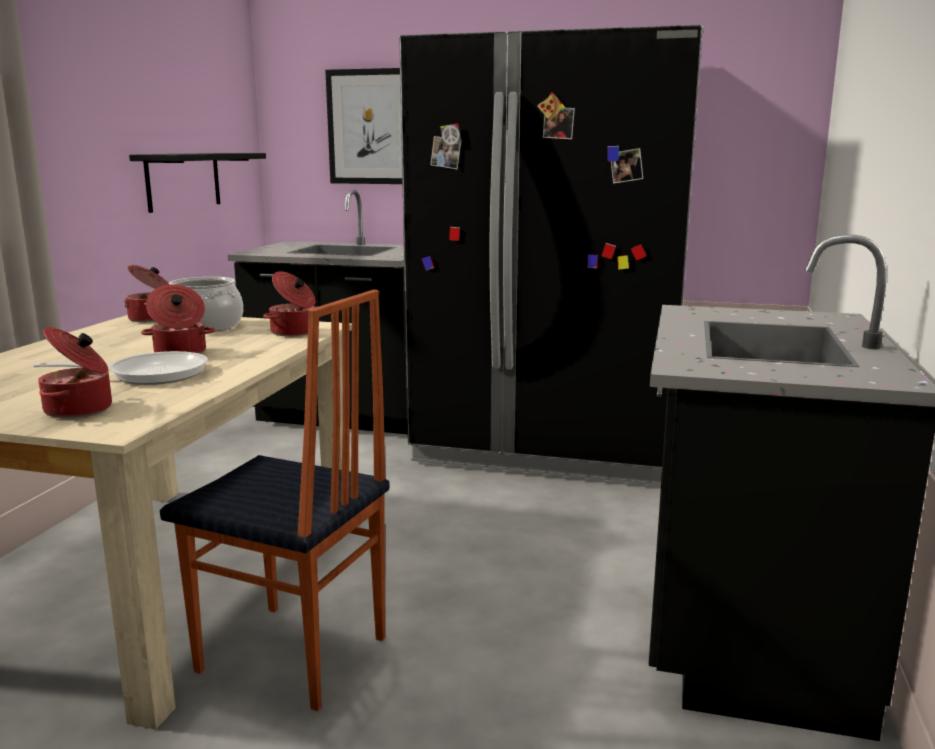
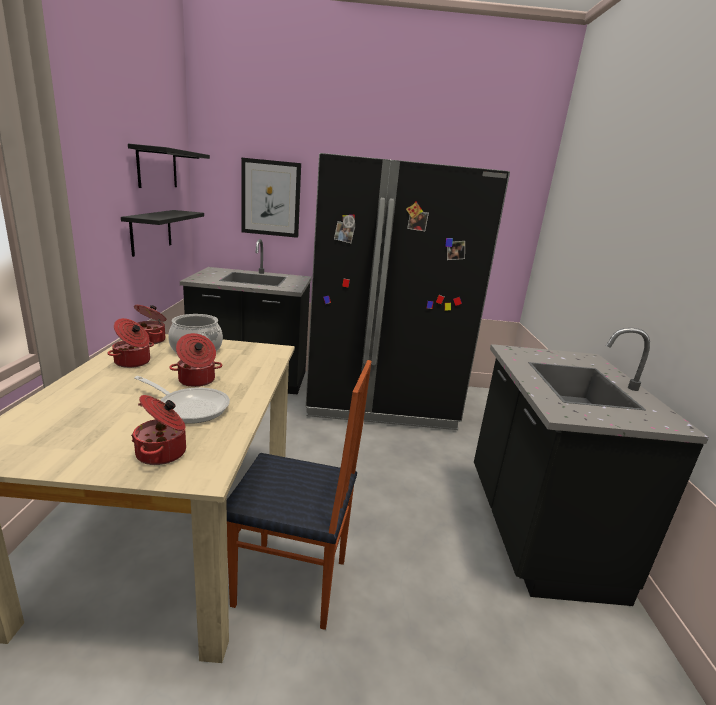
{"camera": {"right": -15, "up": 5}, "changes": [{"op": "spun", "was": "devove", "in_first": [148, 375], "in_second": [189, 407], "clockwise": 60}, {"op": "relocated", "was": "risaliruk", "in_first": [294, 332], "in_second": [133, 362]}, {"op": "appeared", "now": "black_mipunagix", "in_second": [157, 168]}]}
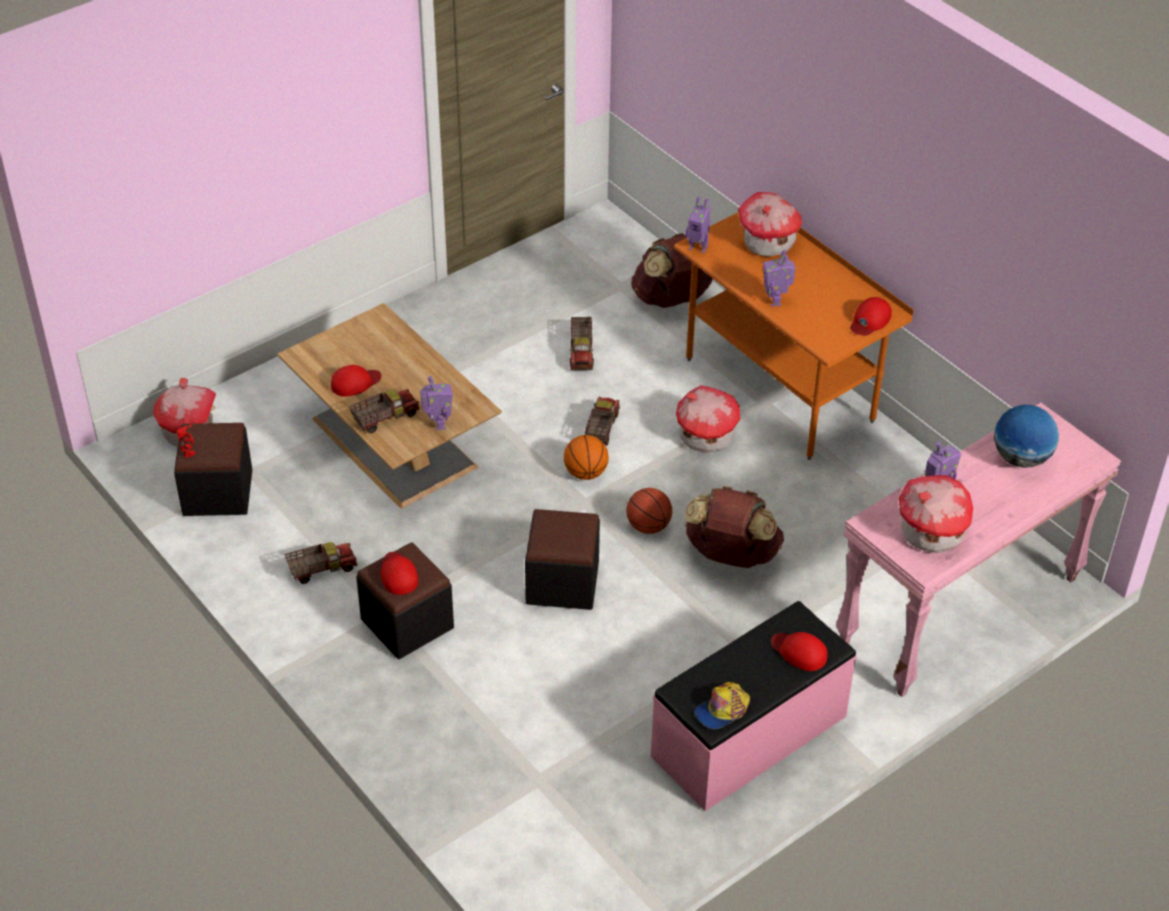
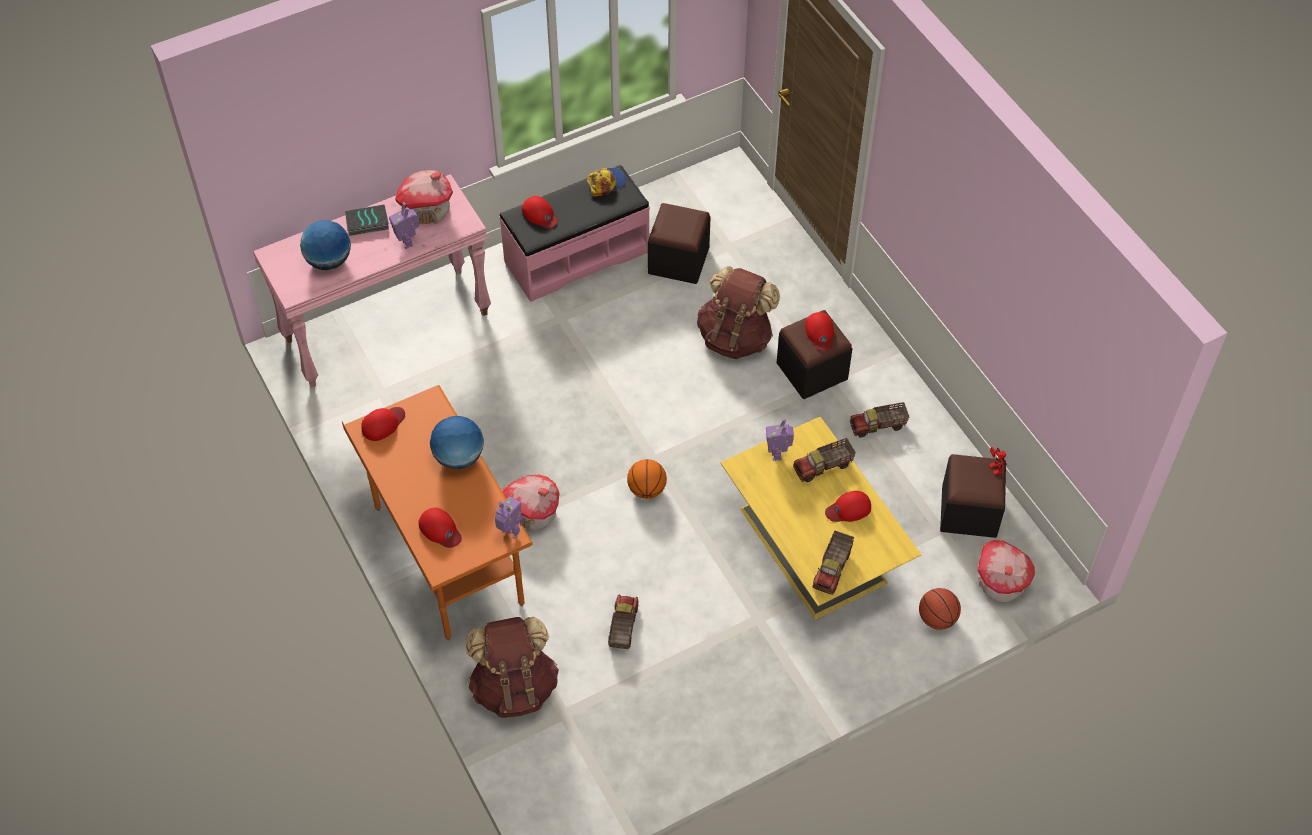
{"camera": {"right": -170, "up": 10}, "changes": [{"op": "colour", "was": "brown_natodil", "now": "yellow_natodil", "in_first": [391, 440], "in_second": [815, 547]}, {"op": "relocated", "was": "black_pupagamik", "in_first": [562, 583], "in_second": [678, 260]}, {"op": "relocated", "was": "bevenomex", "in_first": [601, 429], "in_second": [833, 569]}, {"op": "relocated", "was": "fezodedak", "in_first": [648, 526], "in_second": [937, 618]}, {"op": "relocated", "was": "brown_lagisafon", "in_first": [731, 556], "in_second": [735, 337]}, {"op": "exchanged", "was": "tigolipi", "now": "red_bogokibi", "in_first": [768, 242], "in_second": [440, 529]}, {"op": "exchanged", "was": "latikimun", "now": "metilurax", "in_first": [776, 300], "in_second": [458, 457]}, {"op": "appeared", "now": "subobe", "in_second": [367, 223]}]}
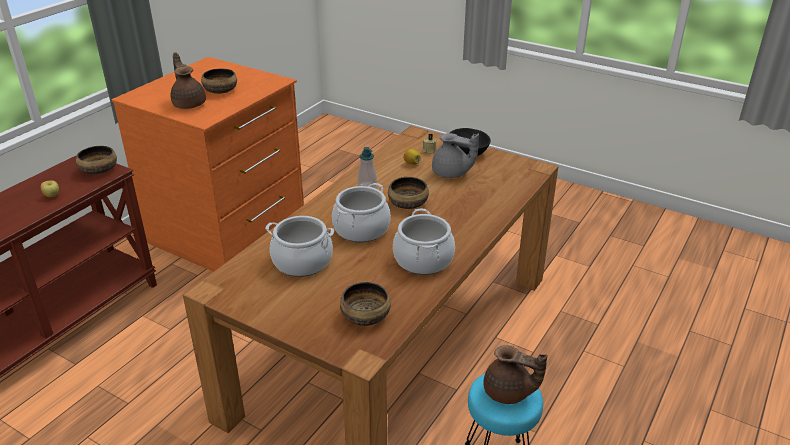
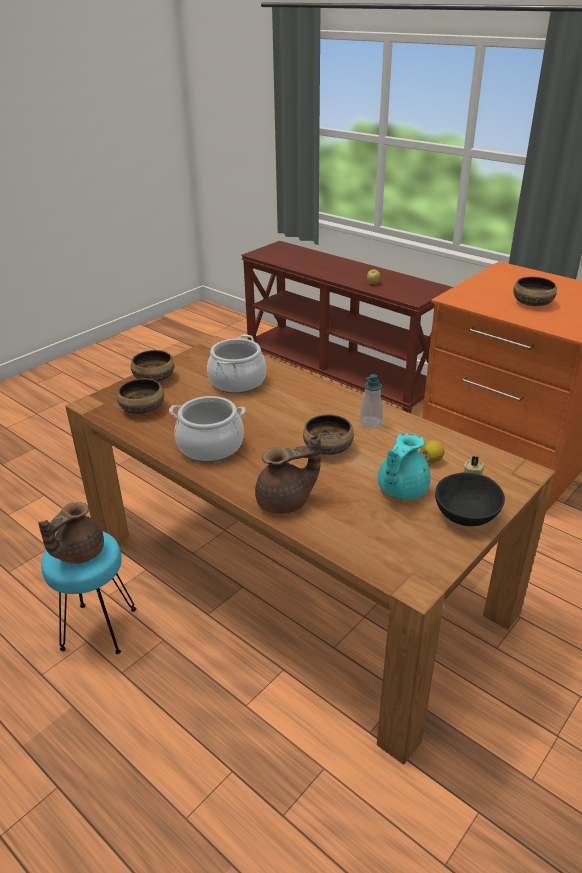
{"camera": {"right": 100, "up": 0}, "changes": [{"op": "relocated", "was": "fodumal", "in_first": [98, 170], "in_second": [154, 377]}, {"op": "relocated", "was": "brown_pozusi", "in_first": [189, 103], "in_second": [286, 502]}, {"op": "missing", "was": "risaliruk", "in_first": [361, 229]}, {"op": "colour", "was": "grey_pozusi", "now": "turquoise_pozusi", "in_first": [451, 173], "in_second": [400, 490]}]}
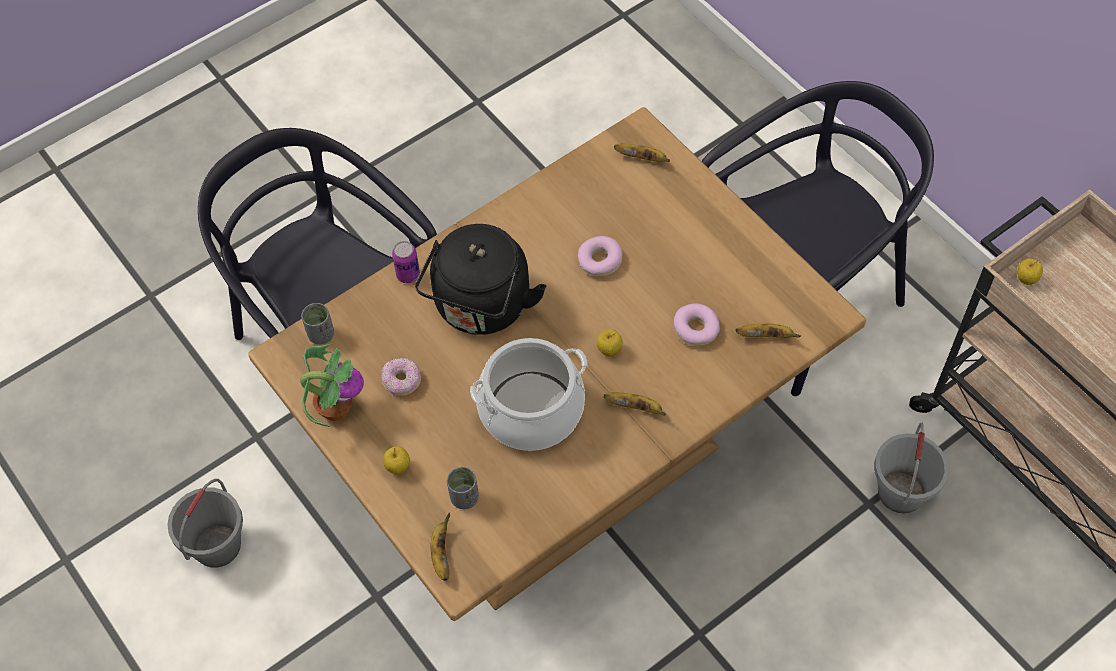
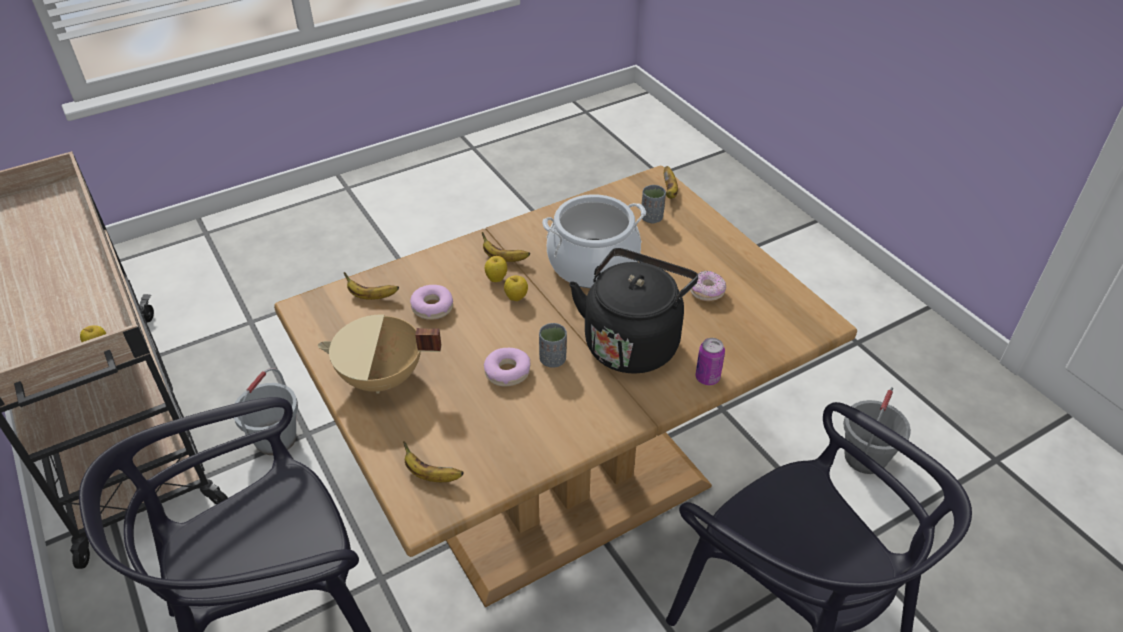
{"camera": {"right": -175, "up": -15}, "changes": [{"op": "missing", "was": "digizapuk", "in_first": [334, 408]}, {"op": "relocated", "was": "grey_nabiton", "in_first": [321, 334], "in_second": [553, 360]}, {"op": "relocated", "was": "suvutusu", "in_first": [398, 467], "in_second": [496, 279]}, {"op": "appeared", "now": "beige_risaliruk", "in_second": [382, 379]}]}
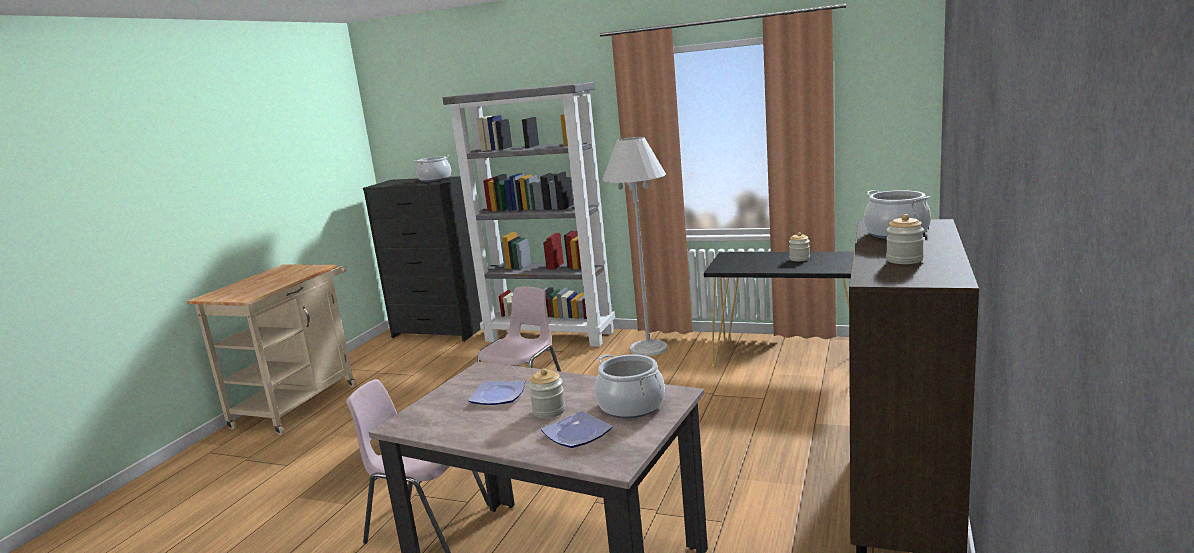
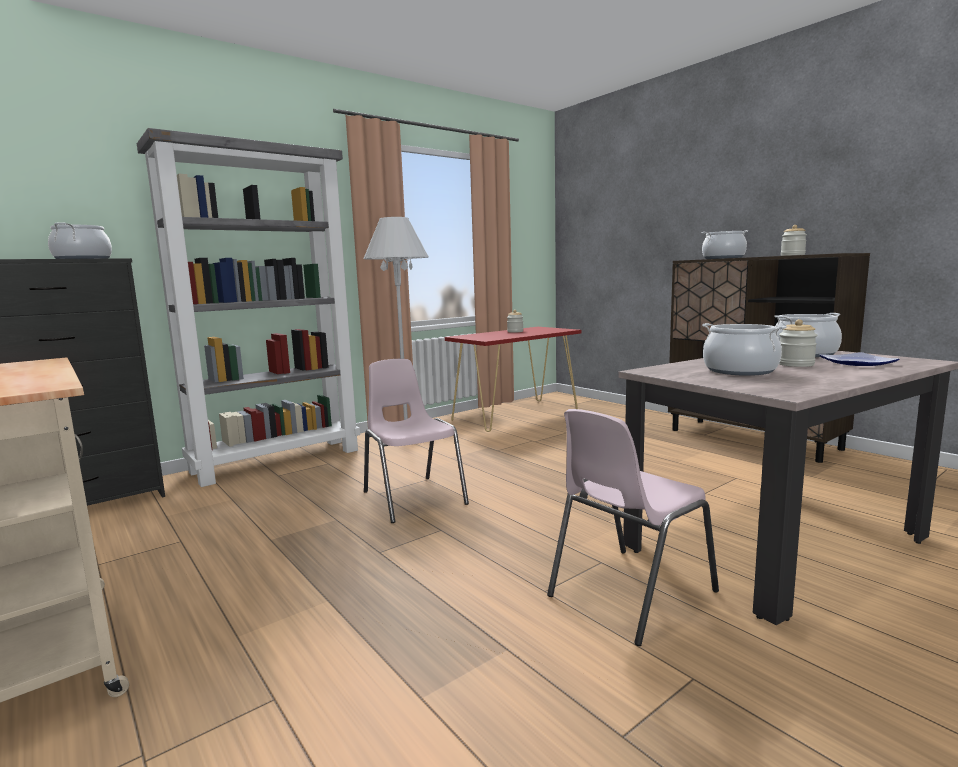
{"camera": {"right": -60, "up": -5}, "changes": [{"op": "exchanged", "was": "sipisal", "now": "risaliruk", "in_first": [498, 396], "in_second": [740, 370]}, {"op": "colour", "was": "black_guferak", "now": "red_guferak", "in_first": [791, 357], "in_second": [516, 414]}]}
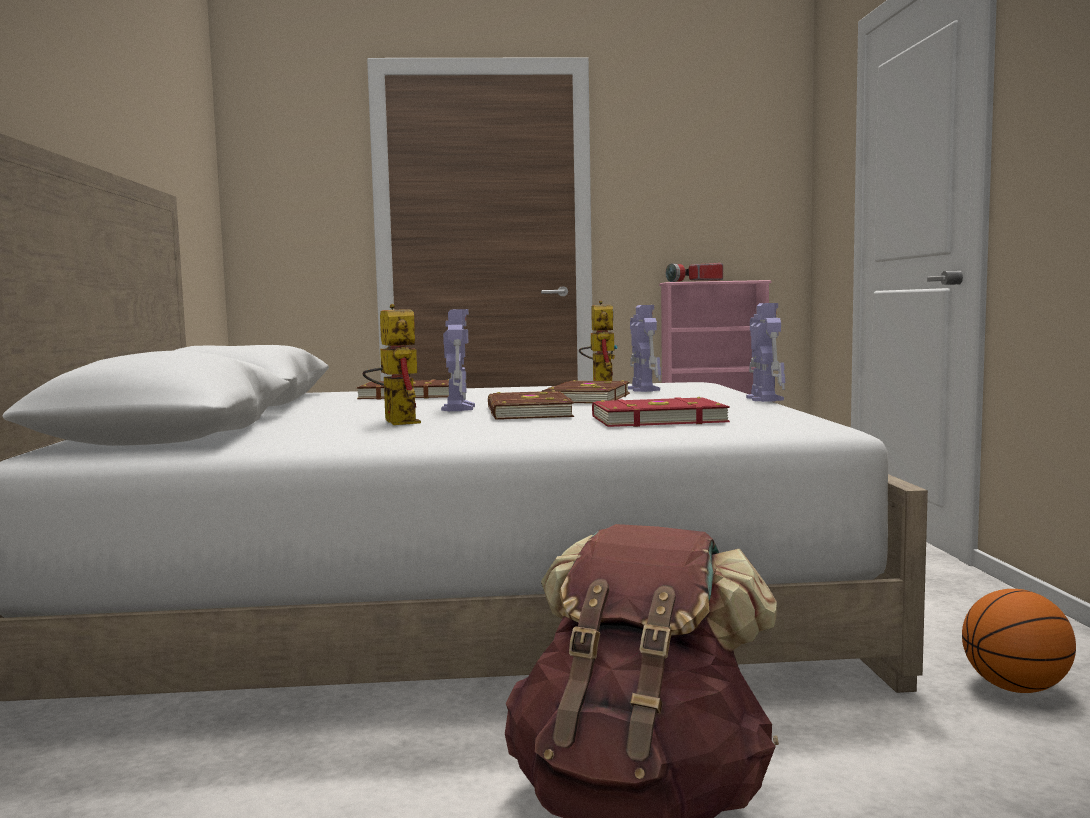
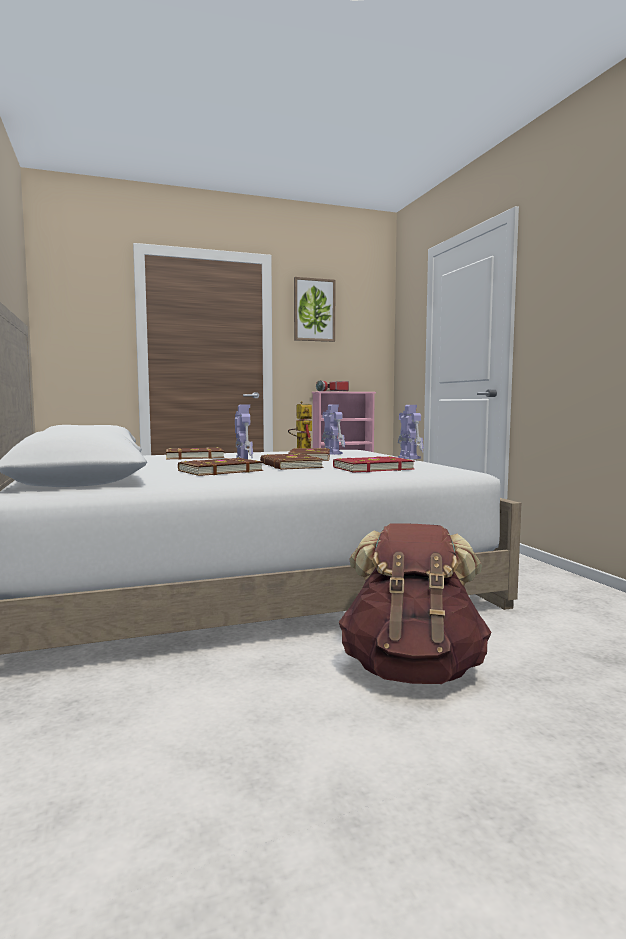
{"camera": {"right": -15, "up": 0}, "changes": [{"op": "exchanged", "was": "latikimun", "now": "brown_subobe", "in_first": [395, 421], "in_second": [219, 471]}, {"op": "missing", "was": "fezodedak", "in_first": [1015, 688]}, {"op": "appeared", "now": "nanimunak", "in_second": [314, 310]}]}
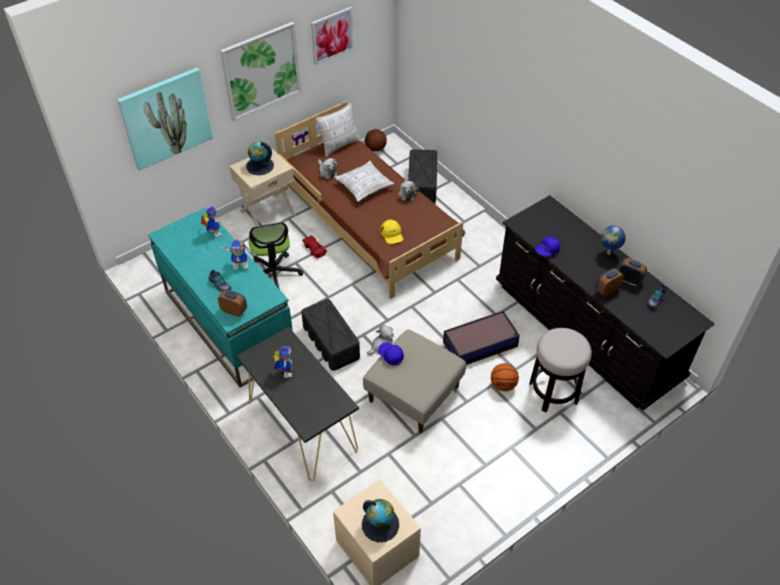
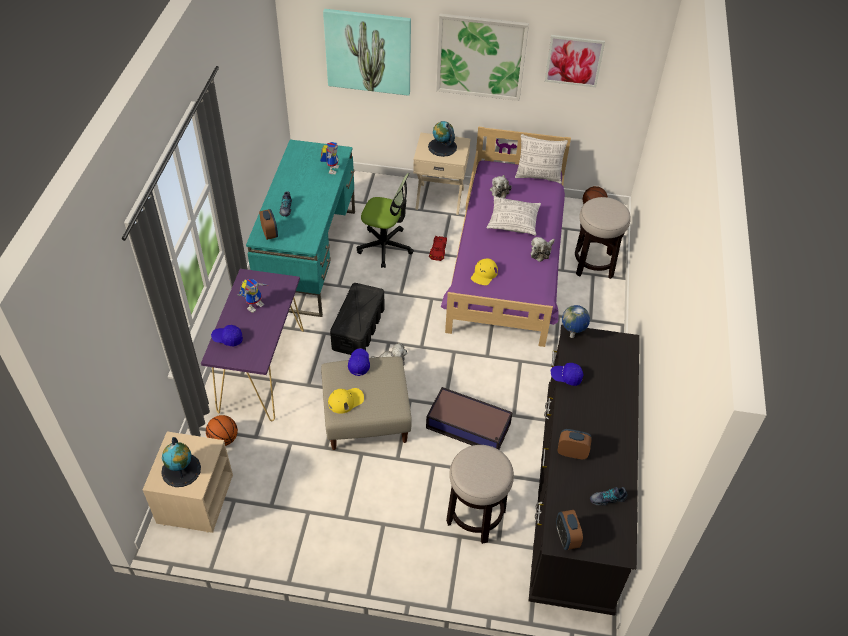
{"camera": {"right": 45, "up": 0}, "changes": [{"op": "missing", "was": "latikimun", "in_first": [242, 264]}, {"op": "colour", "was": "black_guferak", "now": "purple_guferak", "in_first": [302, 425], "in_second": [261, 369]}, {"op": "spun", "was": "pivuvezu", "in_first": [274, 274], "in_second": [385, 247], "clockwise": -105}, {"op": "colour", "was": "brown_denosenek", "now": "purple_denosenek", "in_first": [369, 223], "in_second": [507, 262]}, {"op": "exchanged", "was": "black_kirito", "now": "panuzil", "in_first": [422, 185], "in_second": [593, 264]}, {"op": "relocated", "was": "fezodedak", "in_first": [503, 385], "in_second": [223, 439]}, {"op": "relocated", "was": "metilurax", "in_first": [609, 253], "in_second": [572, 336]}, {"op": "relocated", "was": "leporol", "in_first": [629, 280], "in_second": [566, 538]}, {"op": "appeared", "now": "blue_bogokibi", "in_second": [227, 338]}, {"op": "appeared", "now": "yellow_bogokibi", "in_second": [346, 400]}]}
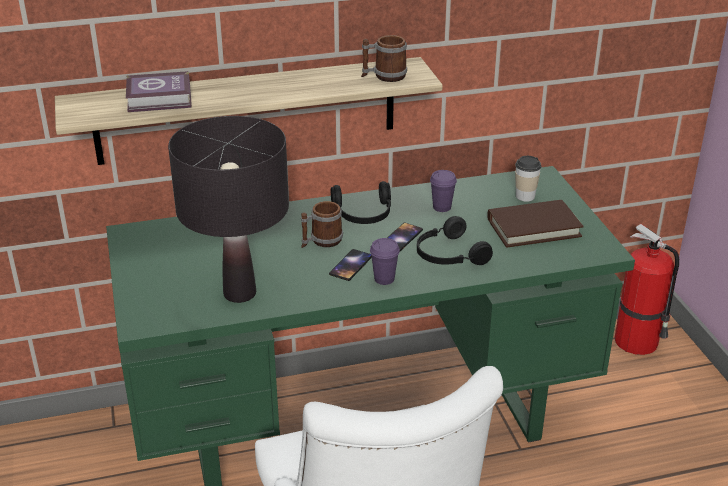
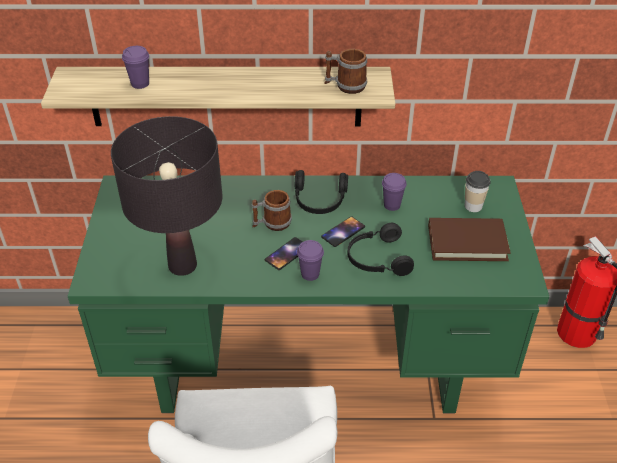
{"camera": {"right": 15, "up": 10}, "changes": [{"op": "exchanged", "was": "subobe", "now": "purple_nabiton", "in_first": [161, 99], "in_second": [140, 84]}]}
